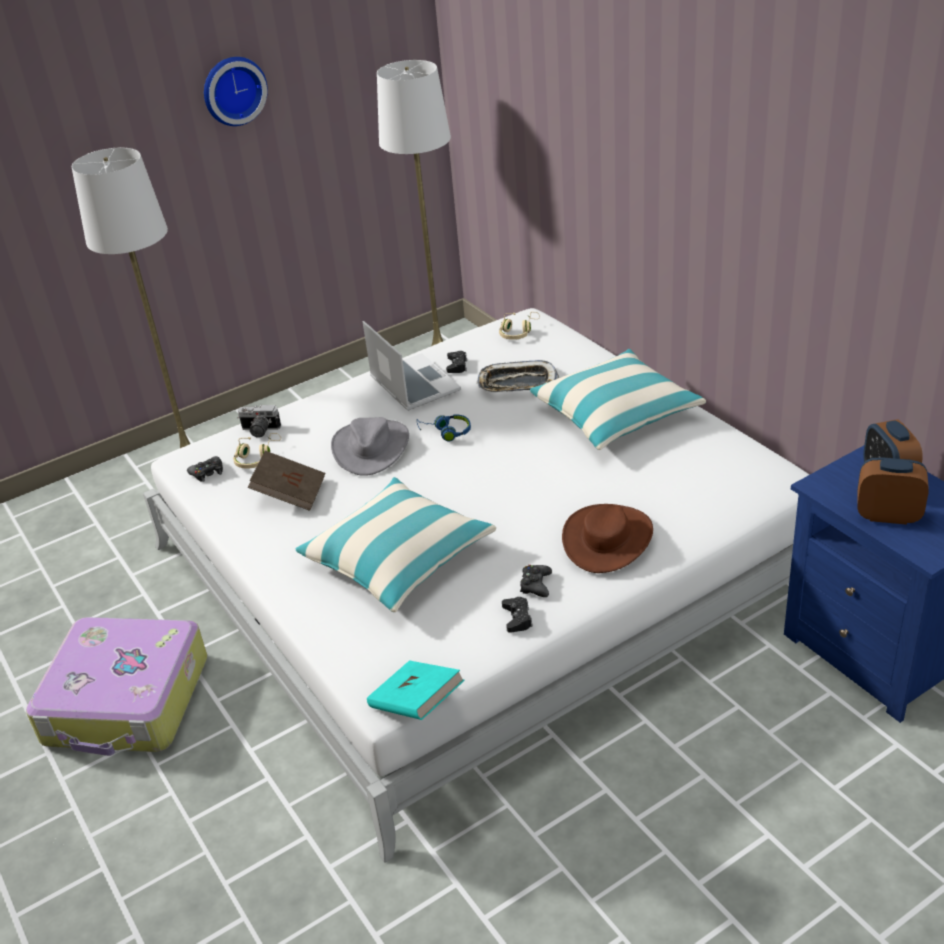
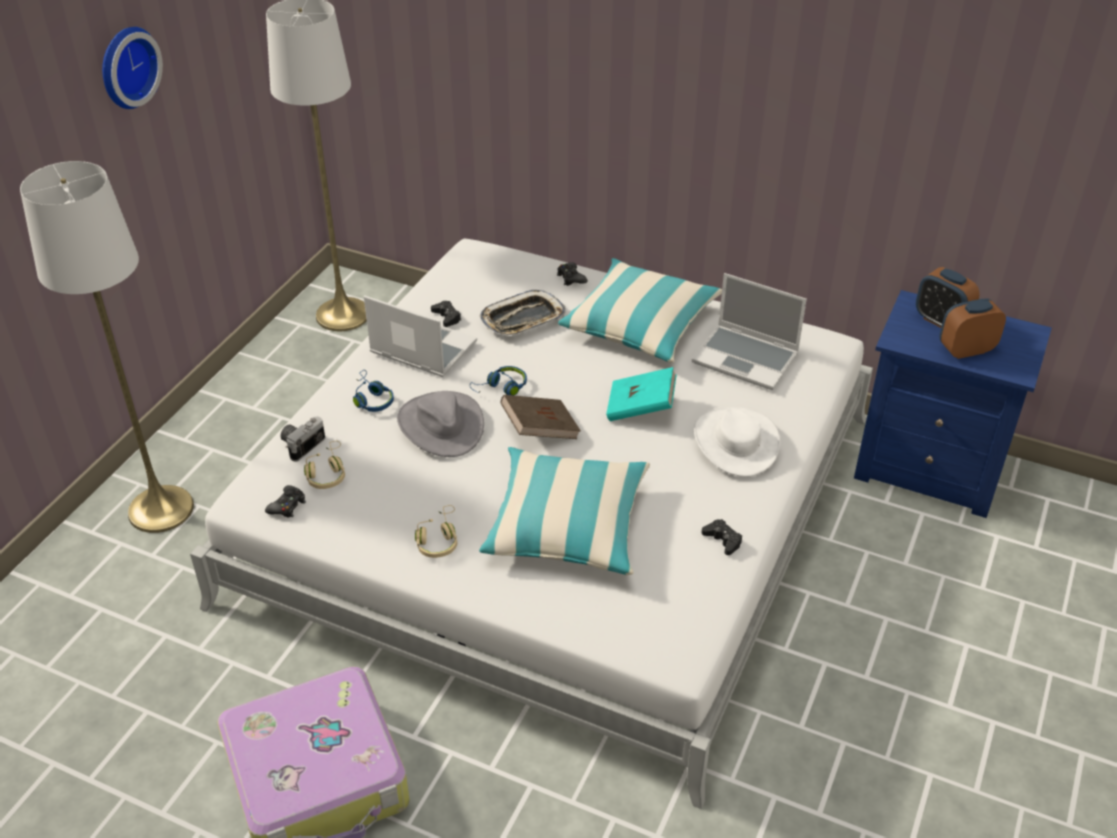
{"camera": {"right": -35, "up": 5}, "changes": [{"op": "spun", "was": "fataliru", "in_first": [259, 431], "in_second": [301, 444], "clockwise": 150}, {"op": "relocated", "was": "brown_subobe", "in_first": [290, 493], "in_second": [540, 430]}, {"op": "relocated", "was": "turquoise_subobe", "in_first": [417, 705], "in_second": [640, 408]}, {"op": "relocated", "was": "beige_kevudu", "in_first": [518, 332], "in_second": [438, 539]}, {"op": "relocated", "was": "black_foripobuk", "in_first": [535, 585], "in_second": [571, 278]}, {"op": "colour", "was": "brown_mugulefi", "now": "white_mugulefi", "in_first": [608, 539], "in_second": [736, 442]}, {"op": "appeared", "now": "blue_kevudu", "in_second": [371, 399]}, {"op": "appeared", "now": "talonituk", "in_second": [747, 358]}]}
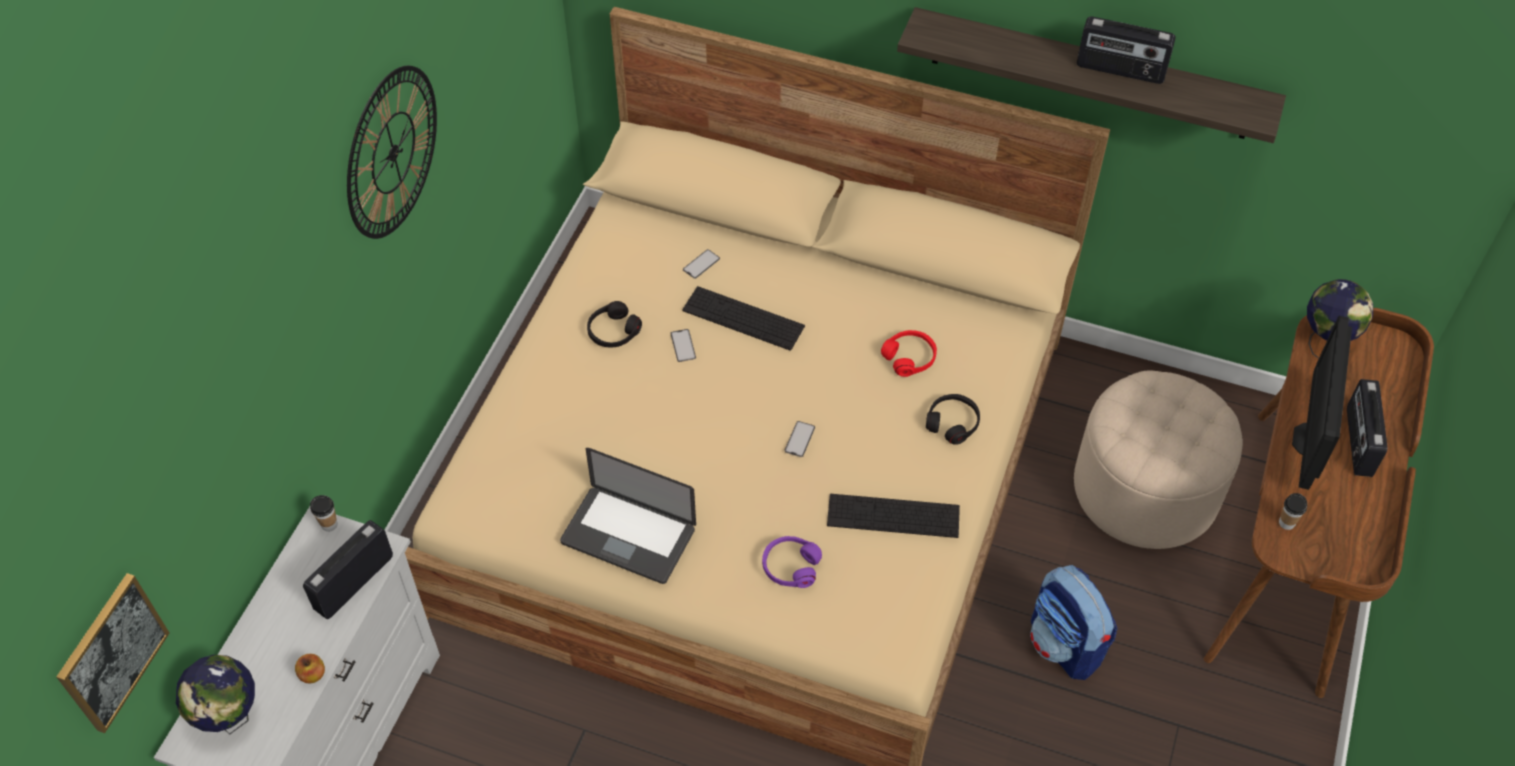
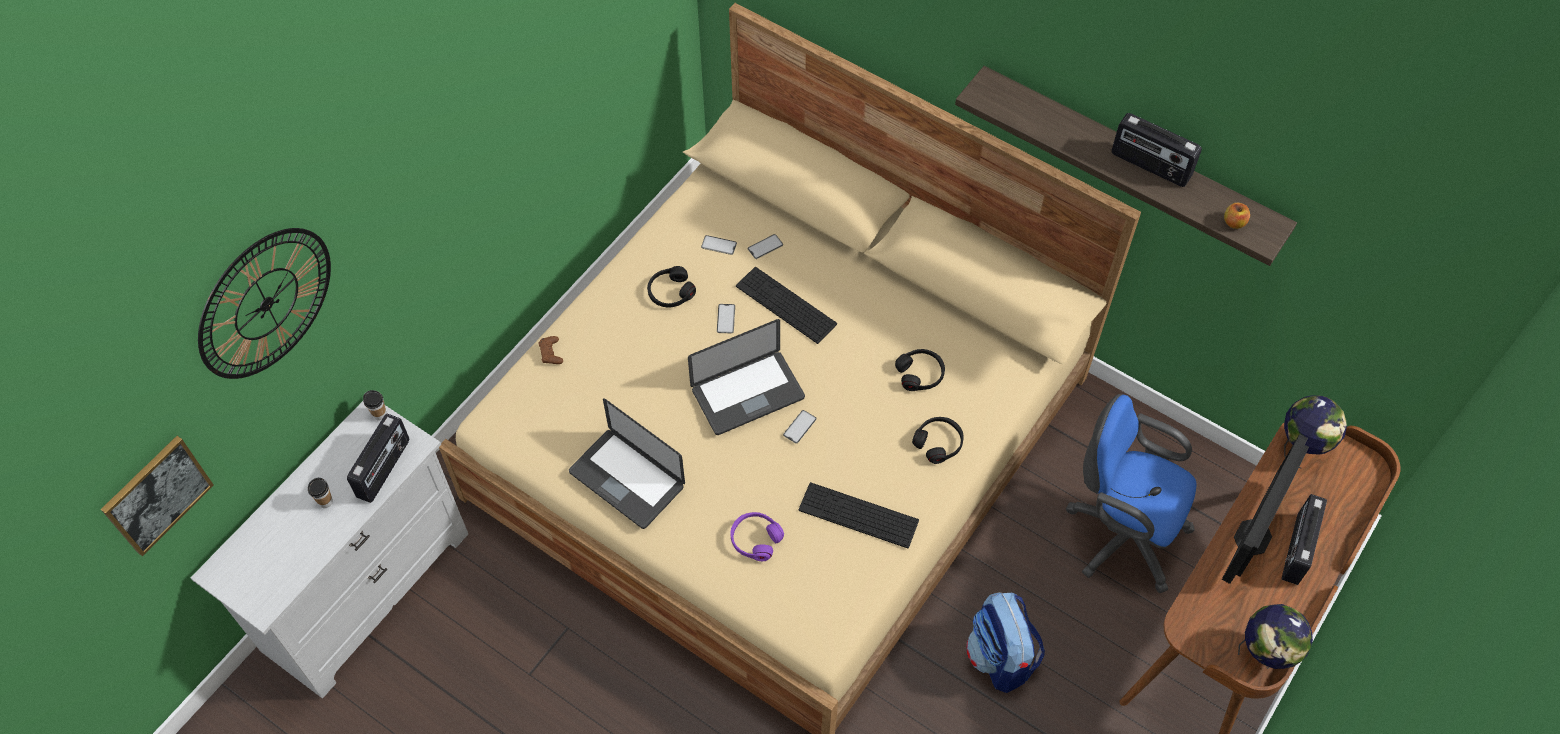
{"camera": {"right": 15, "up": 5}, "changes": [{"op": "relocated", "was": "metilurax", "in_first": [231, 718], "in_second": [1265, 654]}, {"op": "relocated", "was": "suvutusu", "in_first": [313, 674], "in_second": [1234, 222]}, {"op": "spun", "was": "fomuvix", "in_first": [353, 582], "in_second": [384, 469], "clockwise": 150}, {"op": "relocated", "was": "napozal", "in_first": [392, 152], "in_second": [266, 303]}, {"op": "colour", "was": "red_kevudu", "now": "black_kevudu", "in_first": [909, 357], "in_second": [920, 374]}, {"op": "exchanged", "was": "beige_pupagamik", "now": "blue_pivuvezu", "in_first": [1145, 488], "in_second": [1120, 533]}, {"op": "relocated", "was": "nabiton", "in_first": [1286, 523], "in_second": [325, 502]}, {"op": "appeared", "now": "brown_foripobuk", "in_second": [551, 353]}, {"op": "appeared", "now": "talonituk", "in_second": [748, 394]}, {"op": "appeared", "now": "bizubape", "in_second": [719, 245]}]}
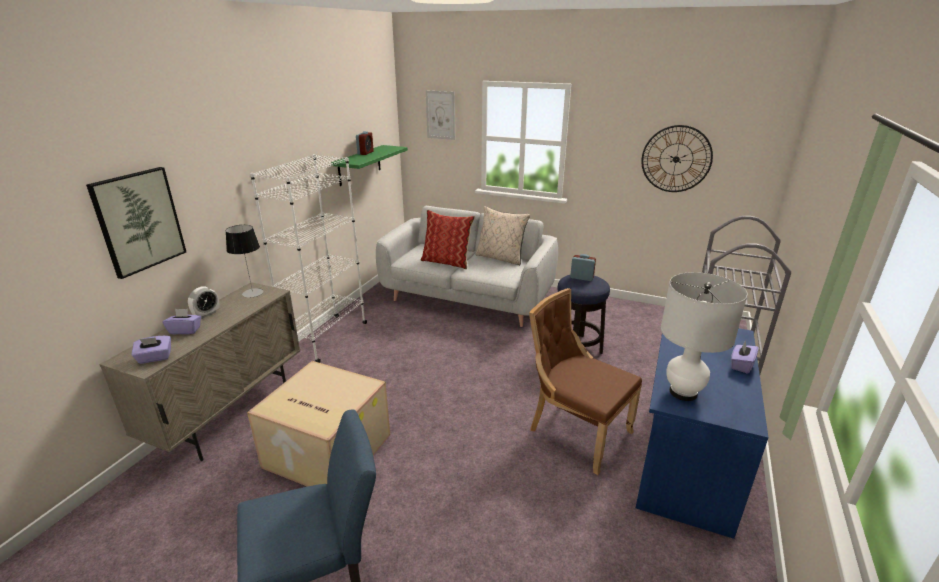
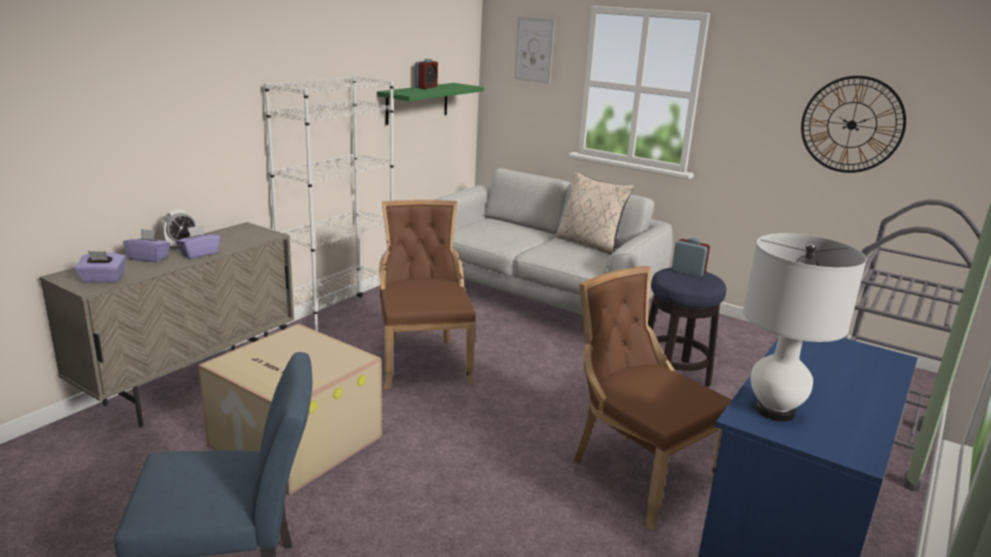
{"camera": {"right": 10, "up": -5}, "changes": [{"op": "missing", "was": "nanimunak", "in_first": [139, 221]}, {"op": "missing", "was": "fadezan", "in_first": [252, 293]}, {"op": "missing", "was": "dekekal", "in_first": [447, 262]}, {"op": "relocated", "was": "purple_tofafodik", "in_first": [741, 365], "in_second": [199, 254]}, {"op": "appeared", "now": "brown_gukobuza", "in_second": [423, 361]}]}
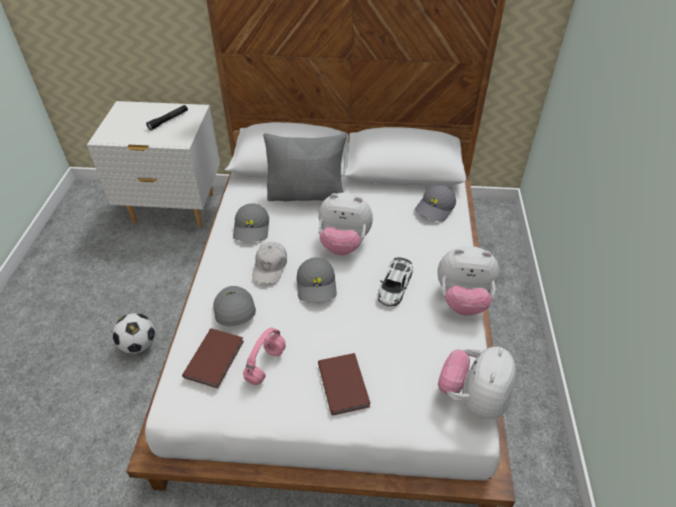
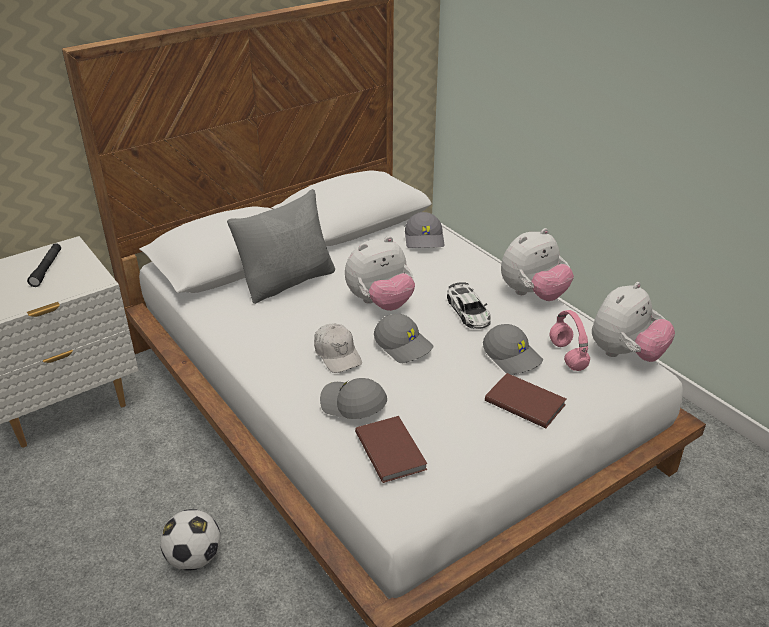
{"camera": {"right": -40, "up": -10}, "changes": [{"op": "relocated", "was": "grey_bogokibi", "in_first": [252, 229], "in_second": [513, 356]}, {"op": "relocated", "was": "pink_kevudu", "in_first": [265, 364], "in_second": [566, 355]}, {"op": "spun", "was": "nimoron", "in_first": [473, 398], "in_second": [625, 354], "clockwise": -120}]}
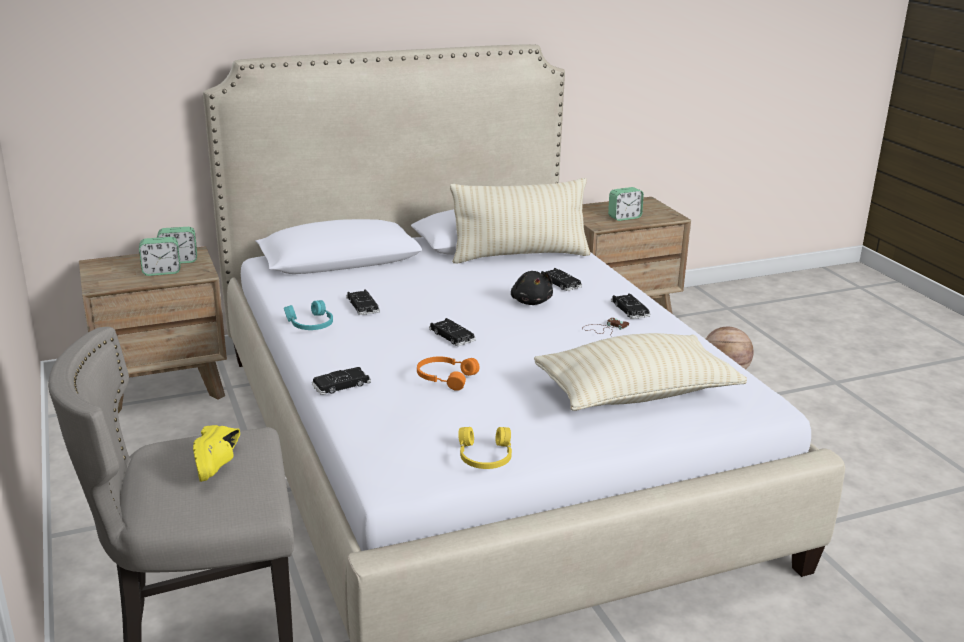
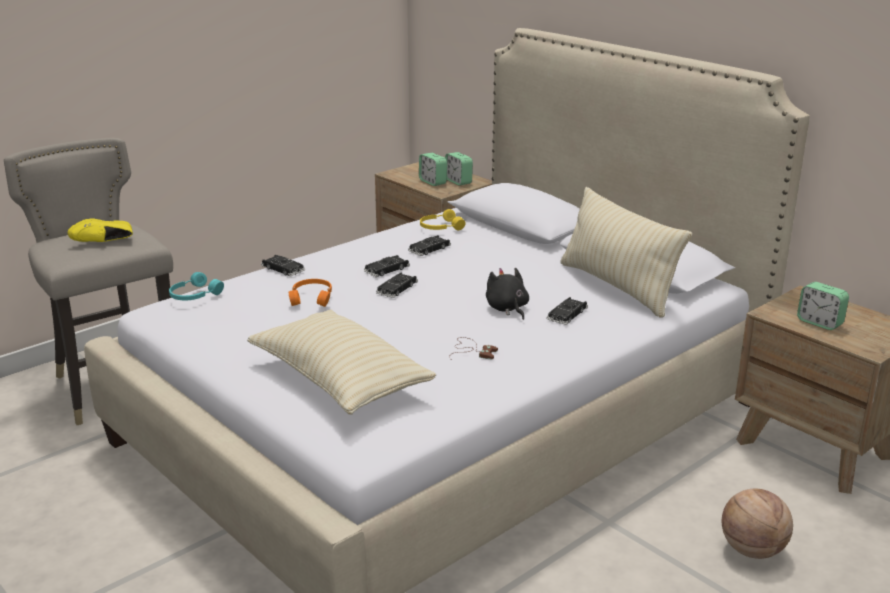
{"camera": {"right": 70, "up": 0}, "changes": [{"op": "relocated", "was": "turquoise_kevudu", "in_first": [310, 325], "in_second": [194, 295]}, {"op": "relocated", "was": "yellow_kevudu", "in_first": [484, 457], "in_second": [440, 227]}, {"op": "spun", "was": "black_nimoron", "in_first": [531, 301], "in_second": [507, 309], "clockwise": 105}, {"op": "relocated", "was": "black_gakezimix", "in_first": [630, 310], "in_second": [387, 270]}]}
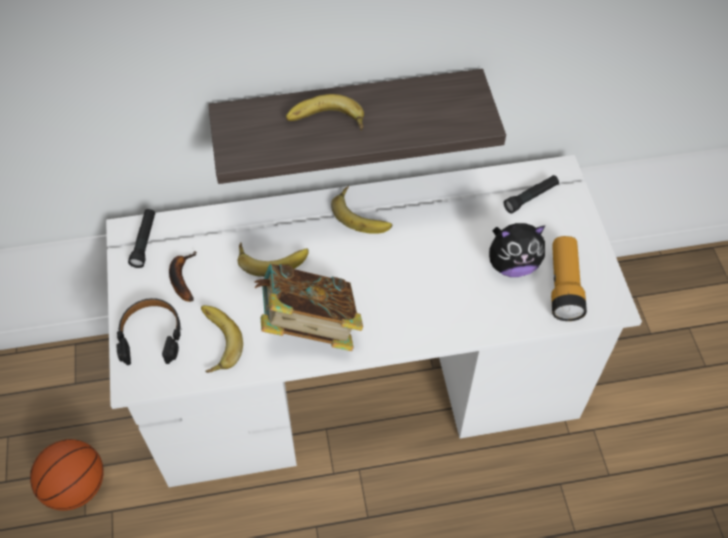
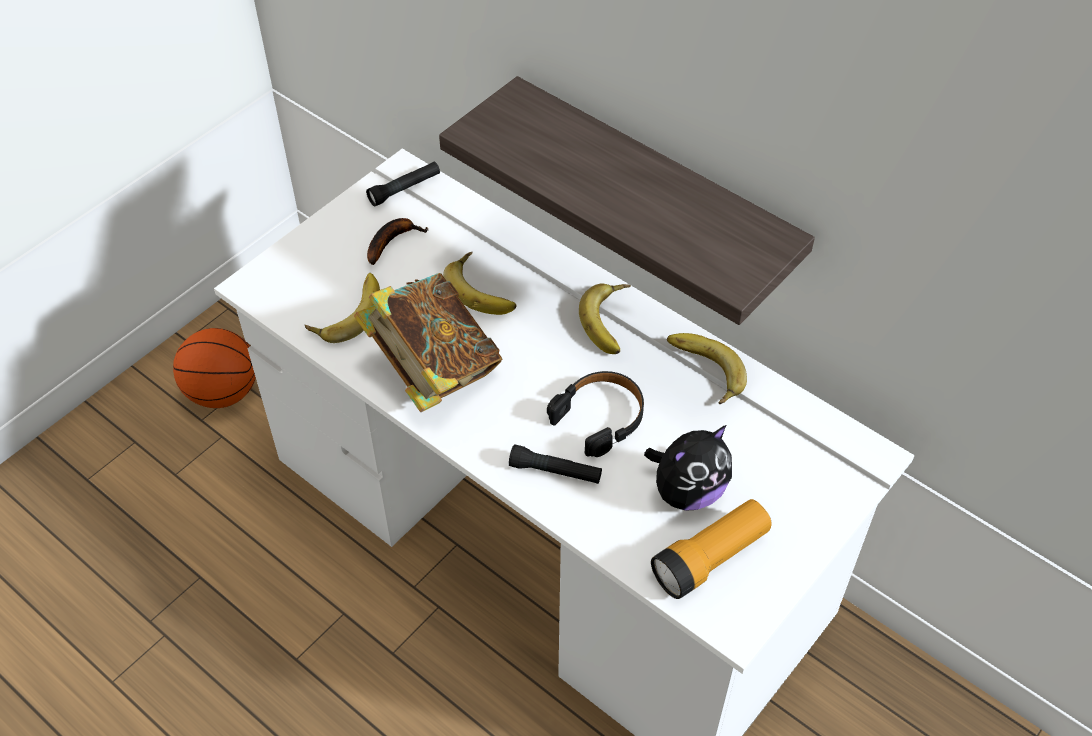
{"camera": {"right": 50, "up": -5}, "changes": [{"op": "relocated", "was": "black_kevudu", "in_first": [151, 336], "in_second": [600, 417]}, {"op": "relocated", "was": "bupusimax", "in_first": [326, 122], "in_second": [702, 371]}, {"op": "spun", "was": "nimoron", "in_first": [512, 264], "in_second": [687, 491], "clockwise": -75}, {"op": "relocated", "was": "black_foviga", "in_first": [531, 197], "in_second": [555, 471]}]}
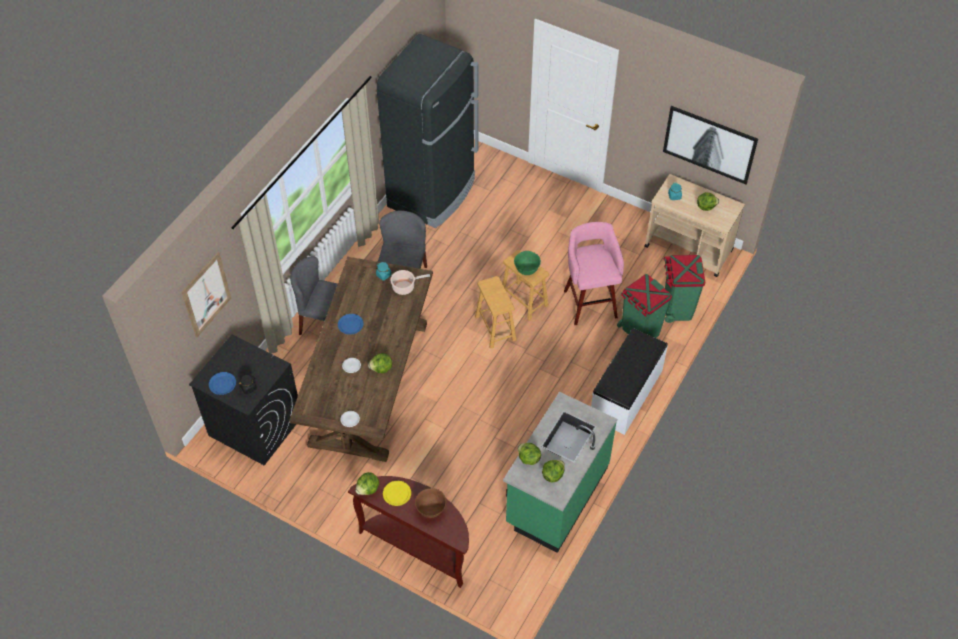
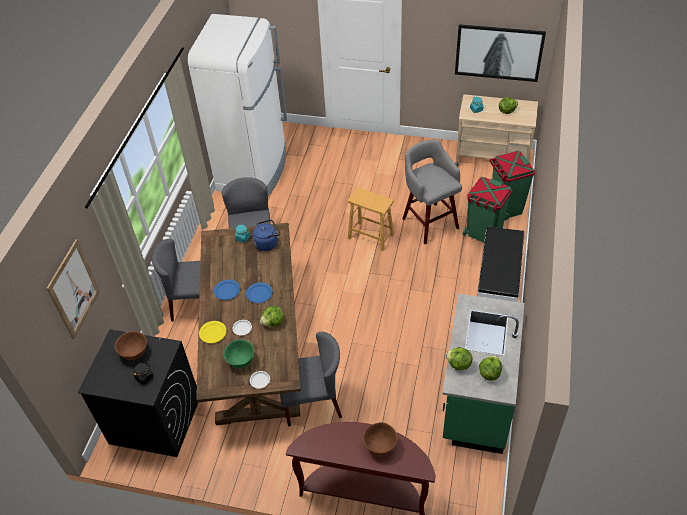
{"camera": {"right": -15, "up": -5}, "changes": [{"op": "relocated", "was": "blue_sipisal", "in_first": [222, 384], "in_second": [259, 293]}, {"op": "missing", "was": "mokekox", "in_first": [368, 489]}, {"op": "colour", "was": "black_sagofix", "now": "white_sagofix", "in_first": [432, 193], "in_second": [253, 170]}, {"op": "relocated", "was": "yellow_sipisal", "in_first": [396, 494], "in_second": [212, 333]}, {"op": "exchanged", "was": "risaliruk", "now": "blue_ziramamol", "in_first": [405, 287], "in_second": [267, 243]}, {"op": "missing", "was": "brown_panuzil", "in_first": [495, 328]}, {"op": "relocated", "was": "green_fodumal", "in_first": [526, 269], "in_second": [241, 361]}, {"op": "colour", "was": "pink_panuzil", "now": "grey_panuzil", "in_first": [590, 302], "in_second": [429, 222]}, {"op": "appeared", "now": "brown_fodumal", "in_second": [134, 353]}, {"op": "appeared", "now": "grey_gukobuza", "in_second": [312, 402]}]}
